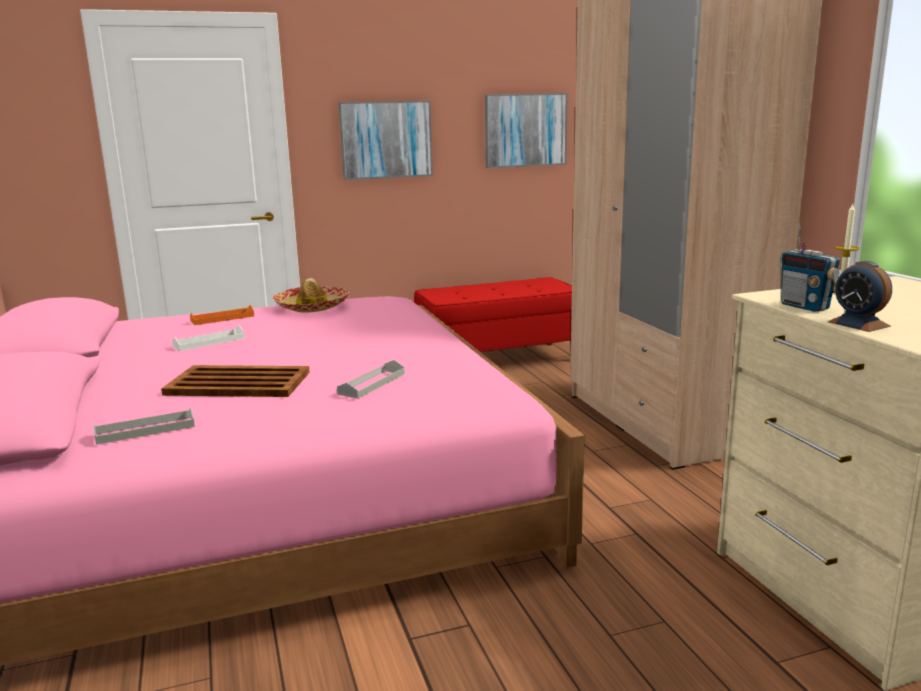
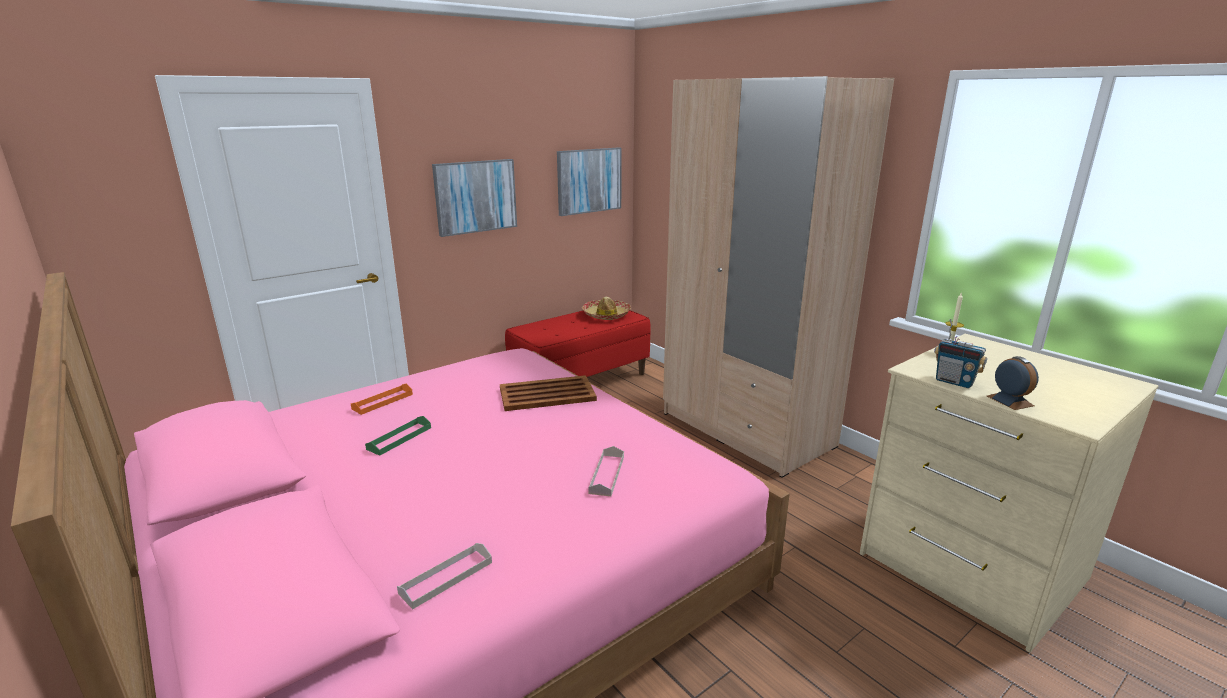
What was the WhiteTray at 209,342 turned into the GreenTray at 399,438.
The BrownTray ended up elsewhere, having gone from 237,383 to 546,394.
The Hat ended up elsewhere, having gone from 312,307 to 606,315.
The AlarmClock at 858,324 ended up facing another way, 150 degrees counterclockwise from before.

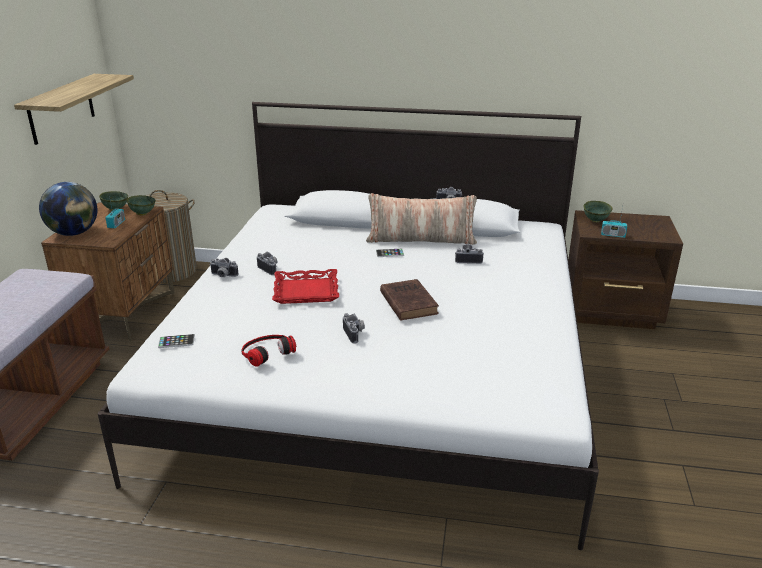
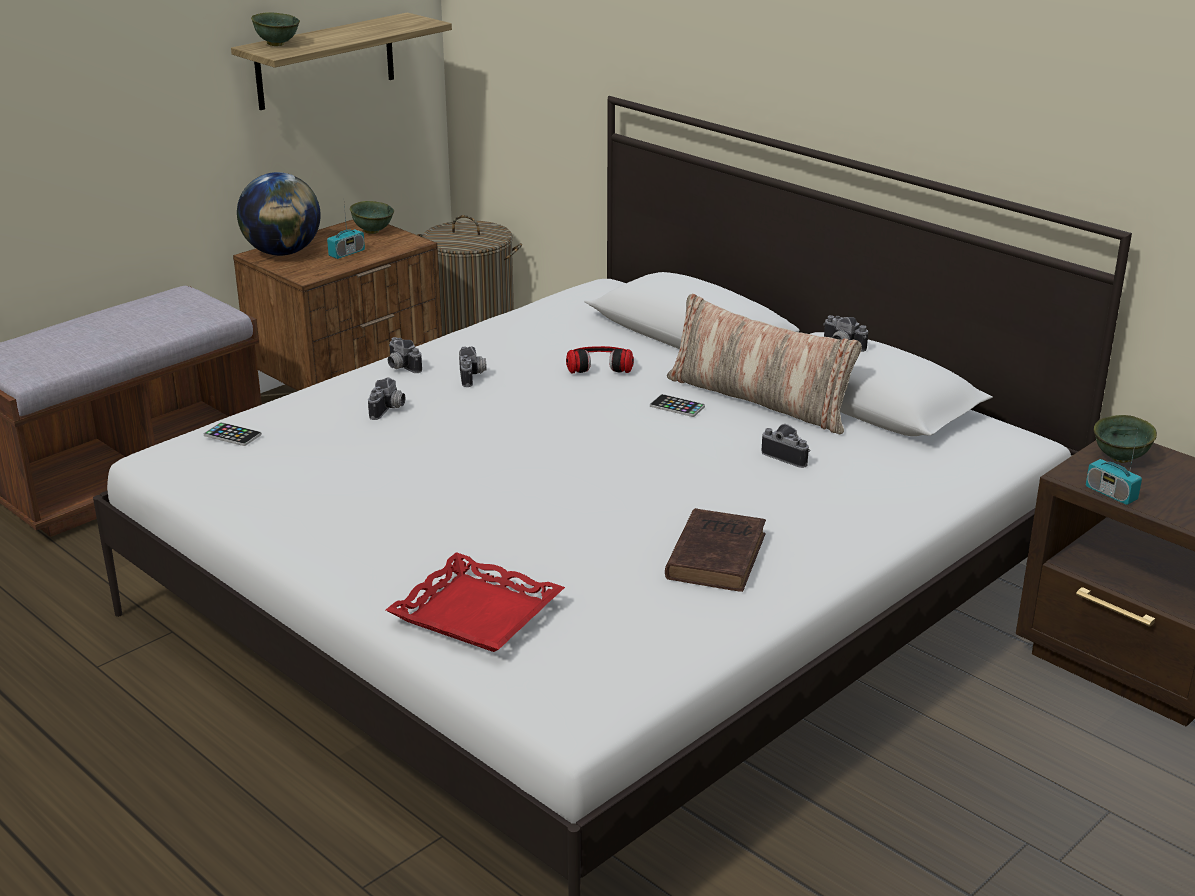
The GreenBowl ended up elsewhere, having gone from 142,213 to 277,44.
The PhotoCamera ended up elsewhere, having gone from 355,334 to 389,410.
The RedTray ended up elsewhere, having gone from 306,291 to 477,612.
The Headphones ended up elsewhere, having gone from 266,352 to 599,364.
The BrownBook ended up elsewhere, having gone from 408,302 to 717,555.

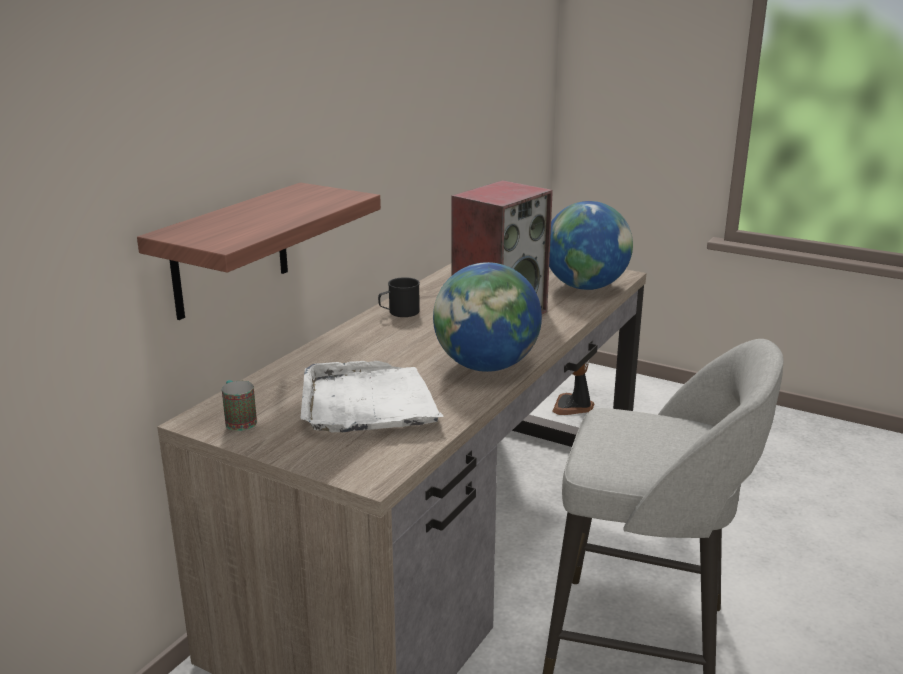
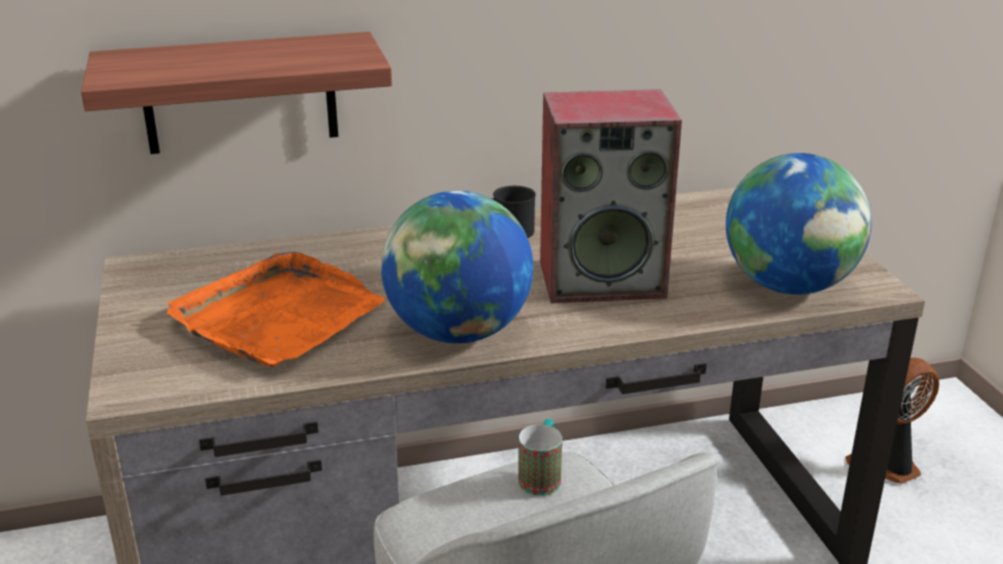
What was the WhiteTray at 368,403 turned into the OrangeTray at 277,316.
The Mug ended up elsewhere, having gone from 239,420 to 541,476.

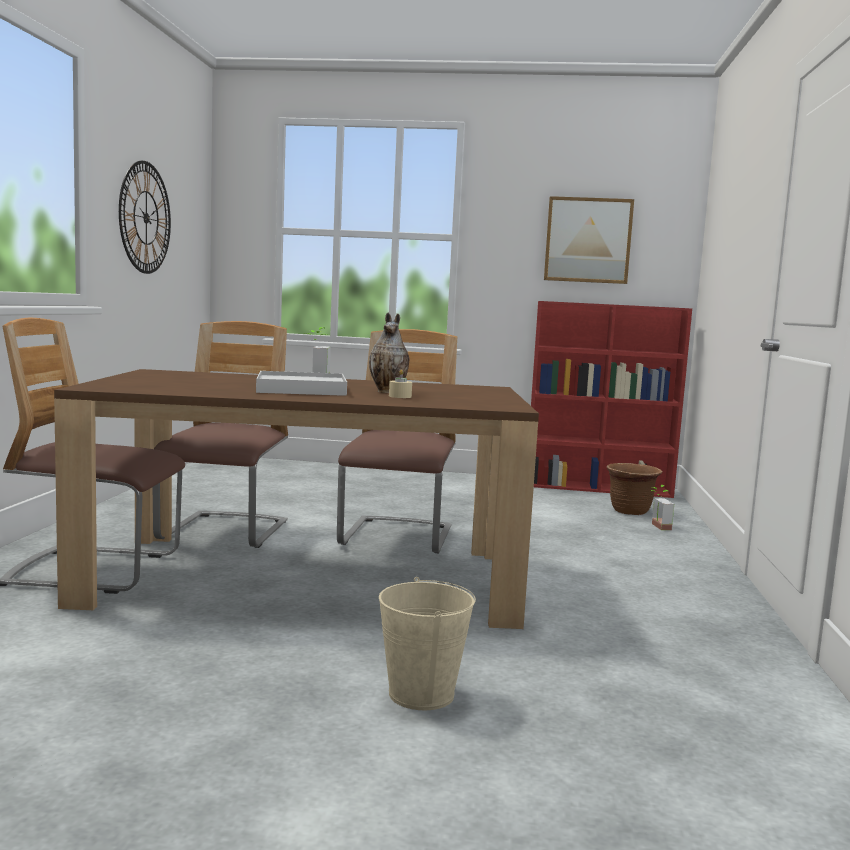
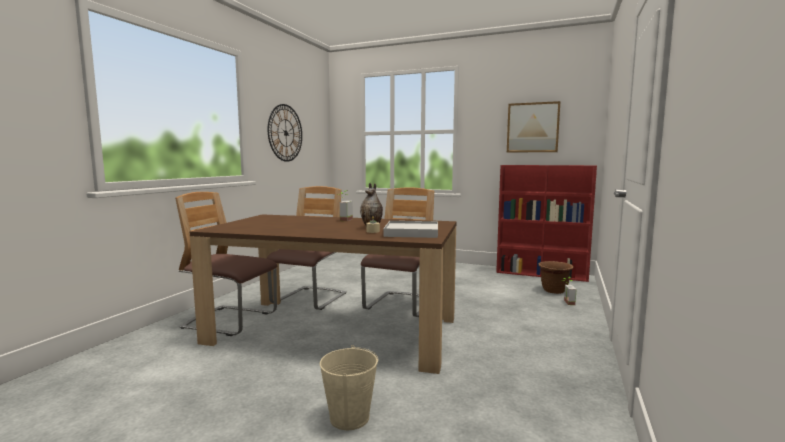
The WhiteTray ended up elsewhere, having gone from 301,389 to 412,232.

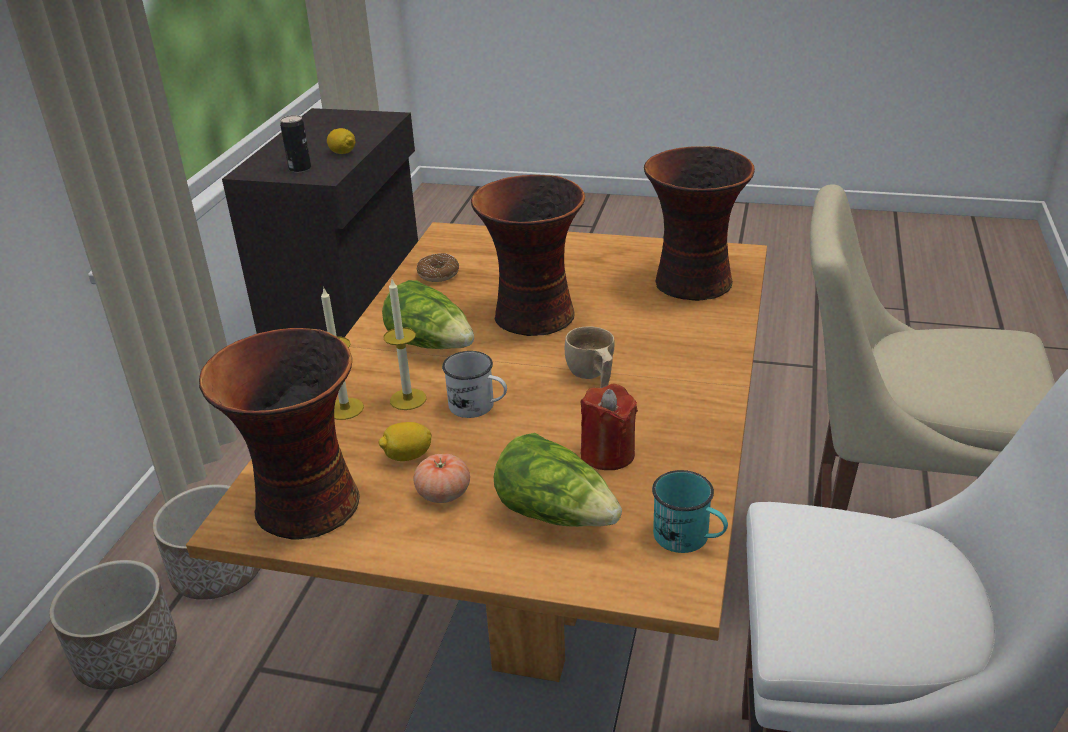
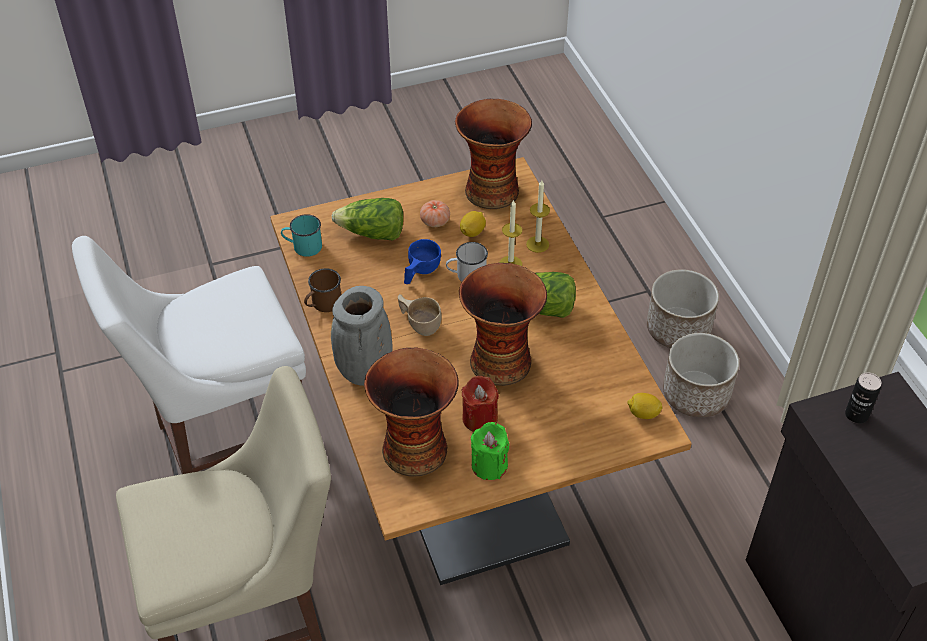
The second view gained the BrownMug at 323,304.
The second view gained the GreyVase at 365,373.
The second view gained the BlueCup at 420,272.
The RedCandle ended up elsewhere, having gone from 607,454 to 479,418.
The second view gained the GreenCandle at 489,465.
The Lemon ended up elsewhere, having gone from 343,153 to 643,413.
The second view lost the Donut at 438,274.

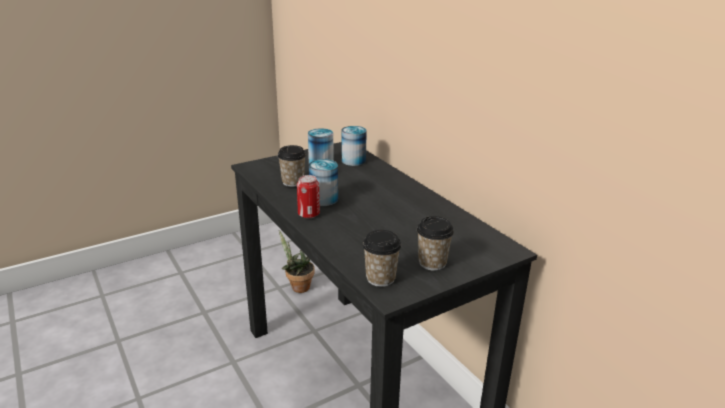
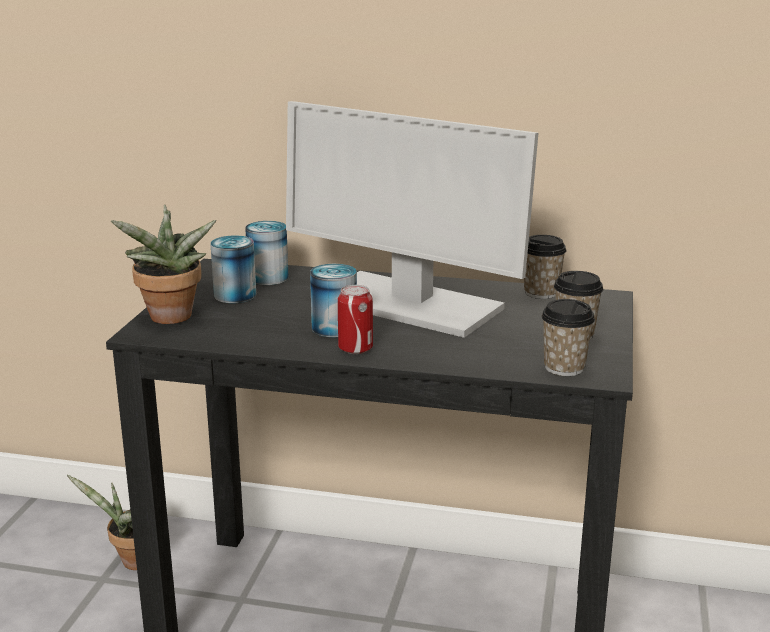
The second view gained the PottedPlant at 170,319.
The second view gained the Monitor at 406,305.
The Cup ended up elsewhere, having gone from 293,182 to 541,293.

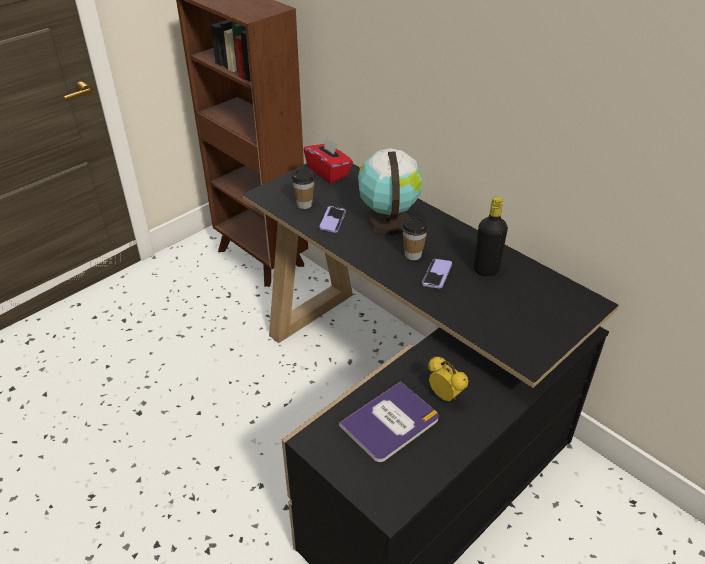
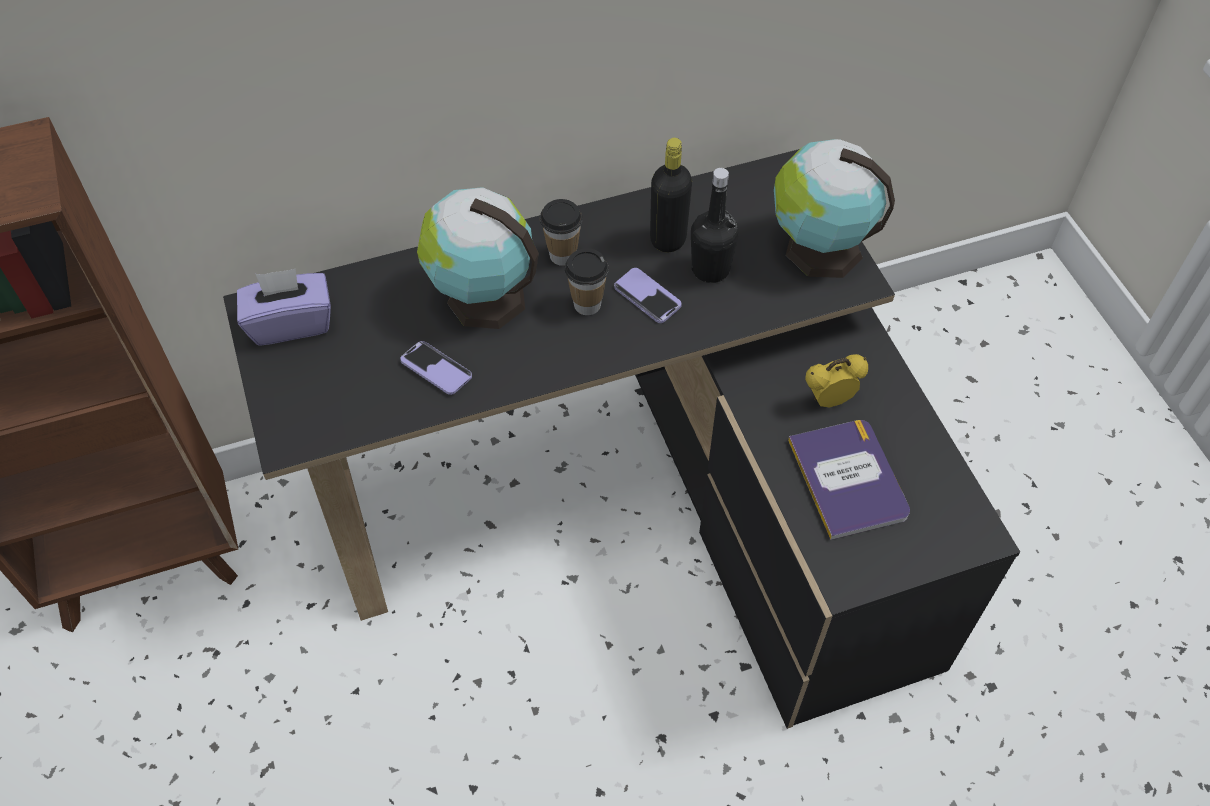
What was the RedTissueBox at 328,172 turned into the PurpleTissueBox at 291,323.
The Cup ended up elsewhere, having gone from 304,204 to 562,255.
The second view gained the BlackBottle at 710,269.
The second view gained the Globe at 818,249.

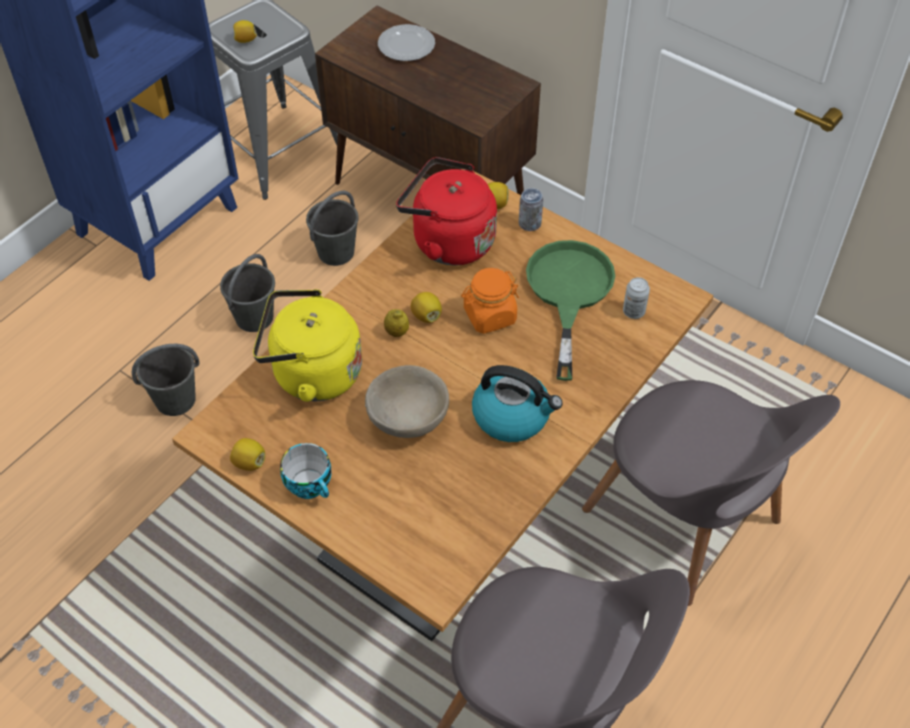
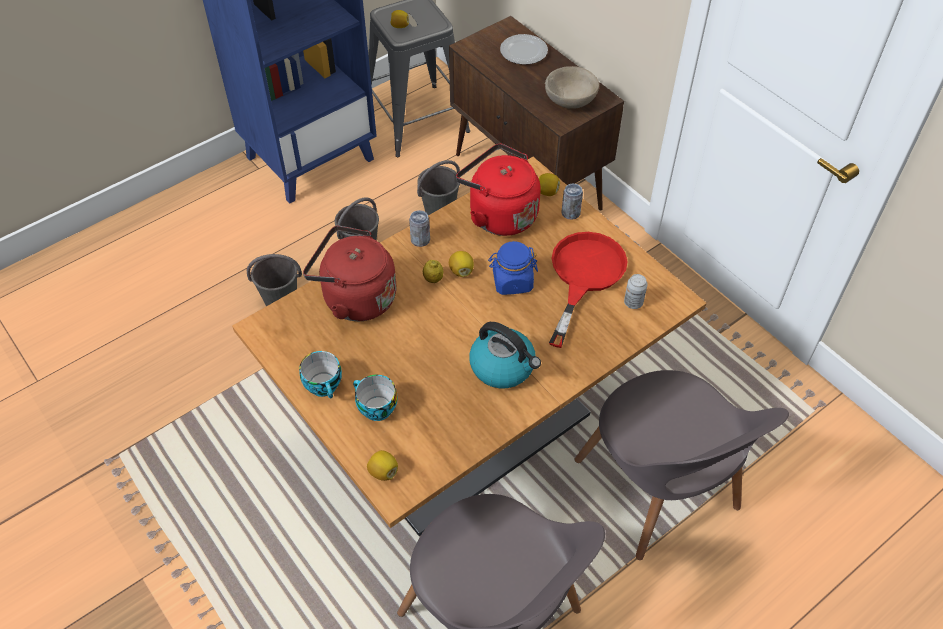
What was the YellowKettle at 311,373 turned into the RedKettle at 355,298.
The second view gained the Cup at 375,408.
The Lemon ended up elsewhere, having gone from 249,462 to 383,471.
The second view gained the Can at 420,240.
What was the OrangeJar at 489,316 turned into the BlueJar at 512,281.
The BeigeBowl ended up elsewhere, having gone from 408,417 to 570,100.
What was the GreenFryingPan at 568,293 turned into the RedFryingPan at 583,276.

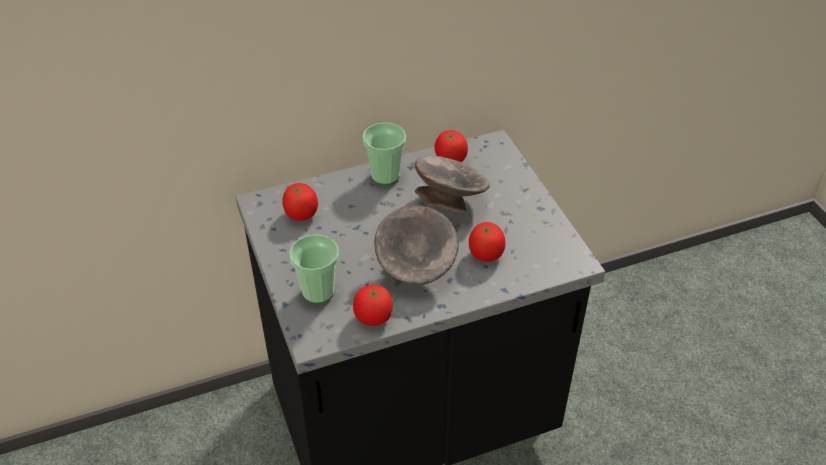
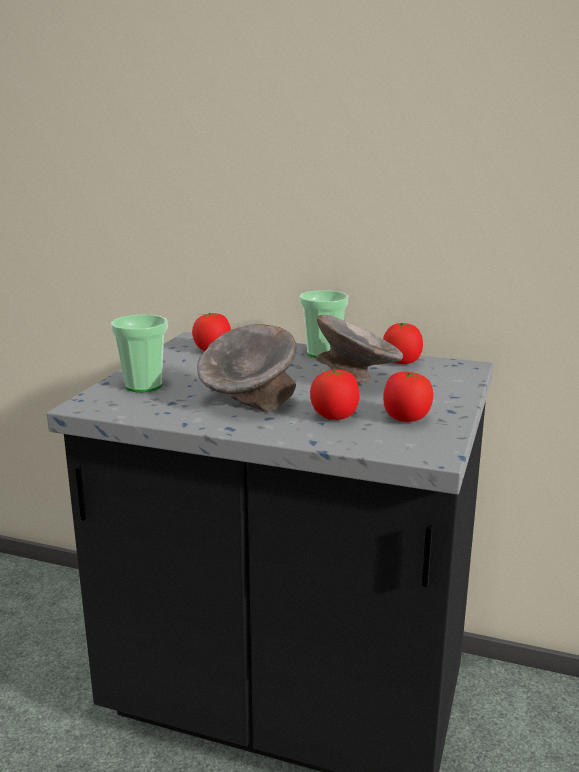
The Tomato ended up elsewhere, having gone from 373,318 to 406,419.

